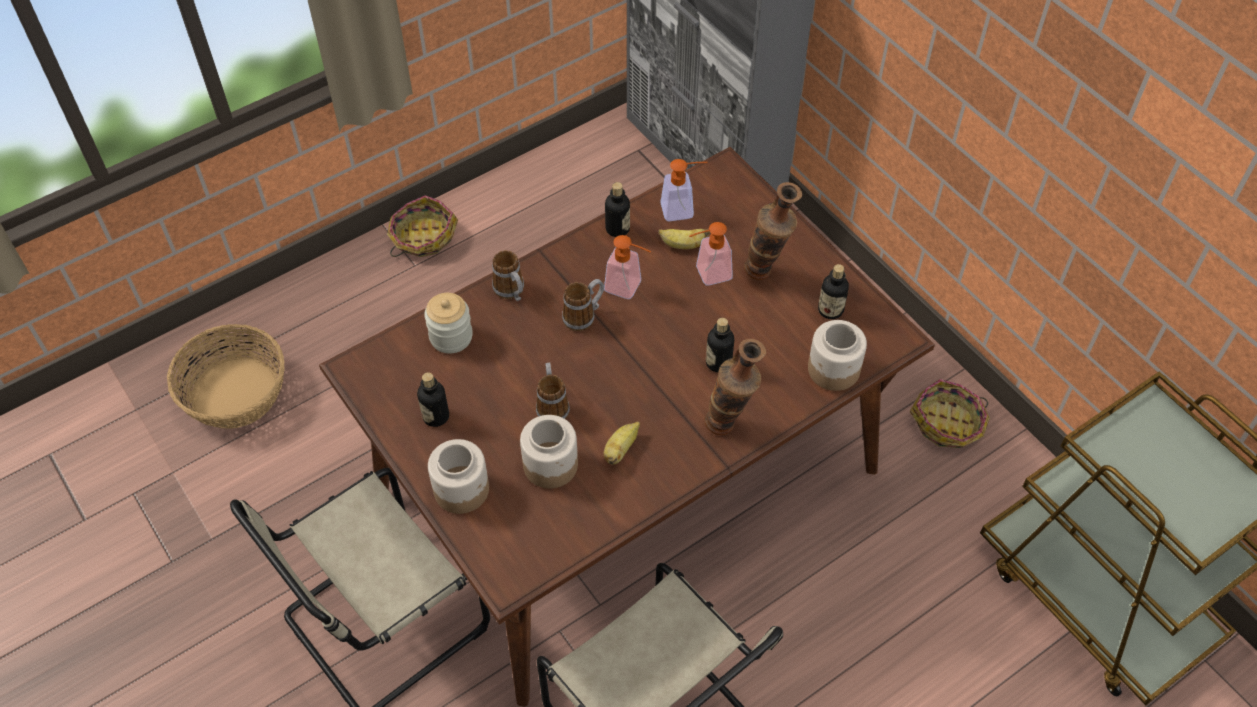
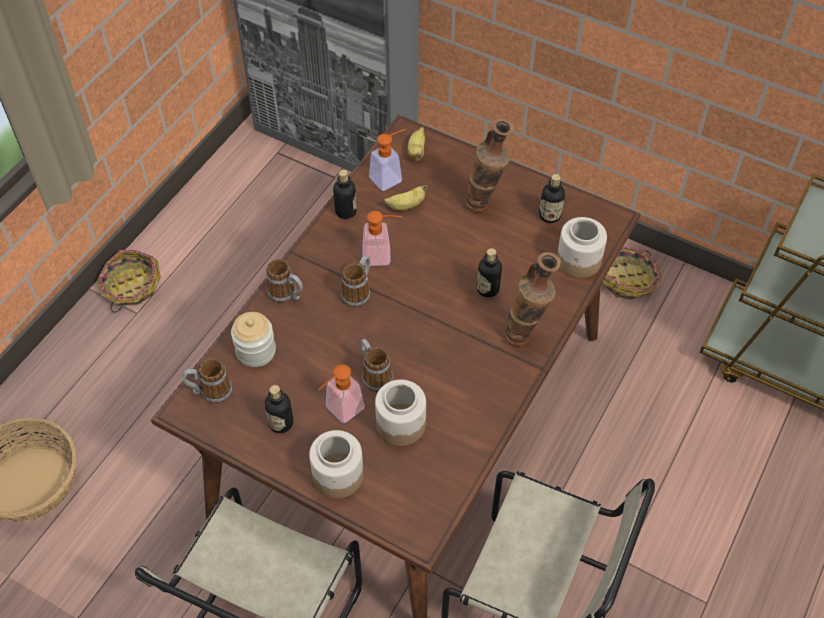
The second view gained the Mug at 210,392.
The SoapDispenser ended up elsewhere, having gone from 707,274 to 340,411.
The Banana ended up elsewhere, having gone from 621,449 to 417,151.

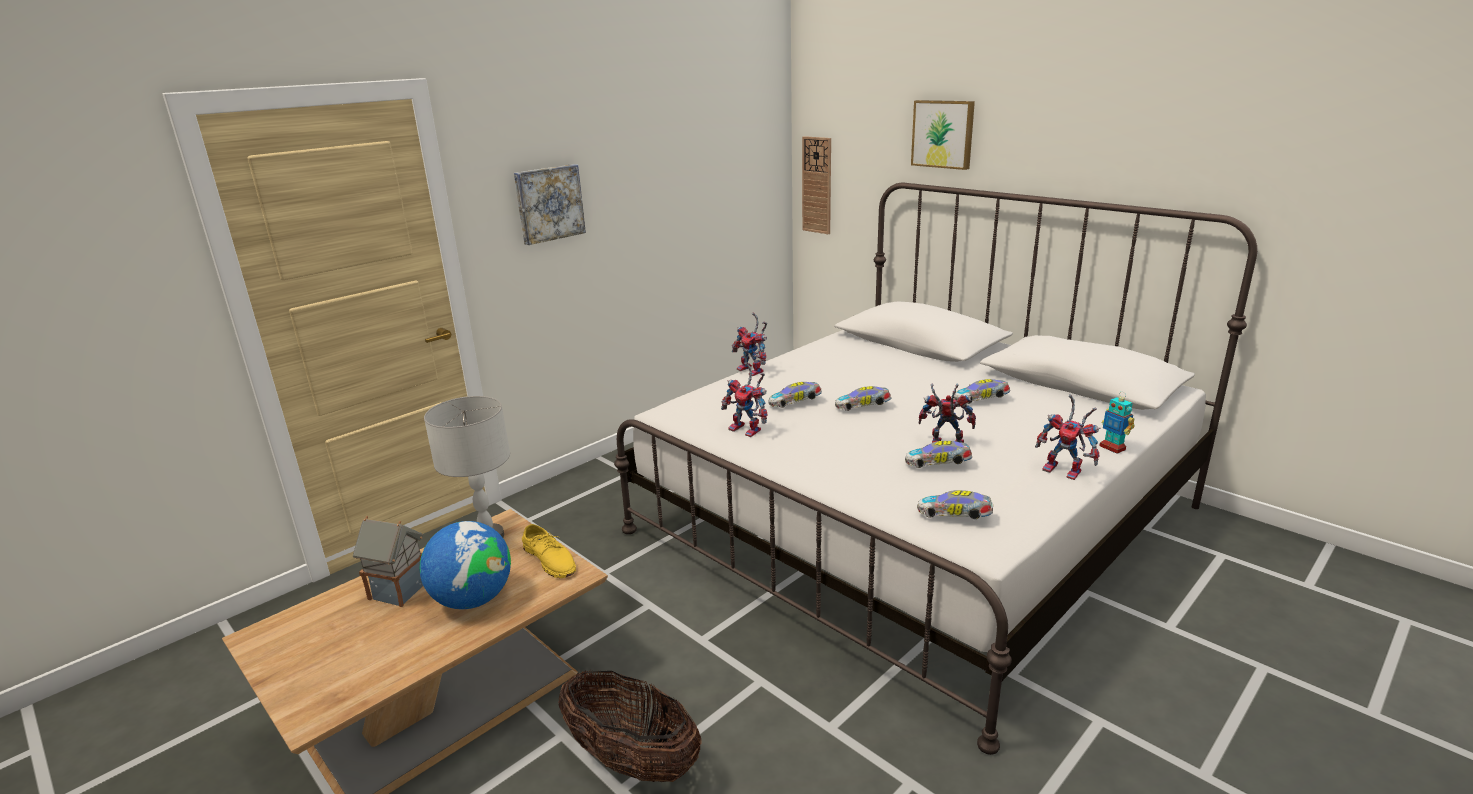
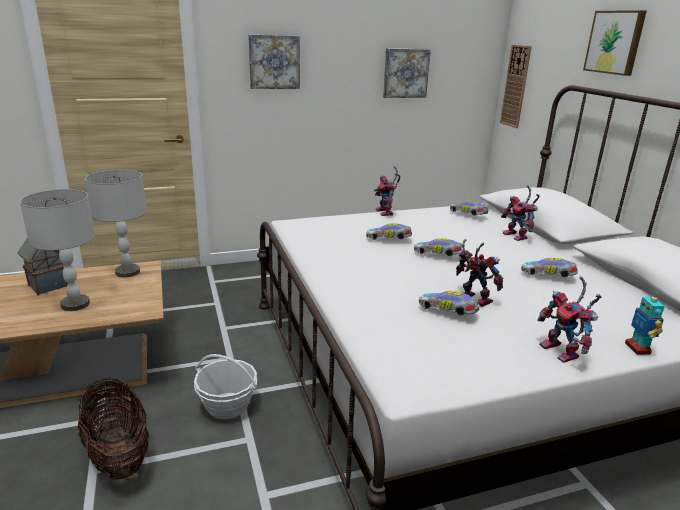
Where the Globe stood at 473,600, the GreyTableLamp came to stand at 75,304.
The second view gained the Basket at 227,405.
The second view gained the Picture at 405,73.
The ToyCar ended up elsewhere, having gone from 955,516 to 468,215.
The ToyRobot ended up elsewhere, having gone from 748,430 to 518,236.
The second view lost the YellowShoe at 550,559.

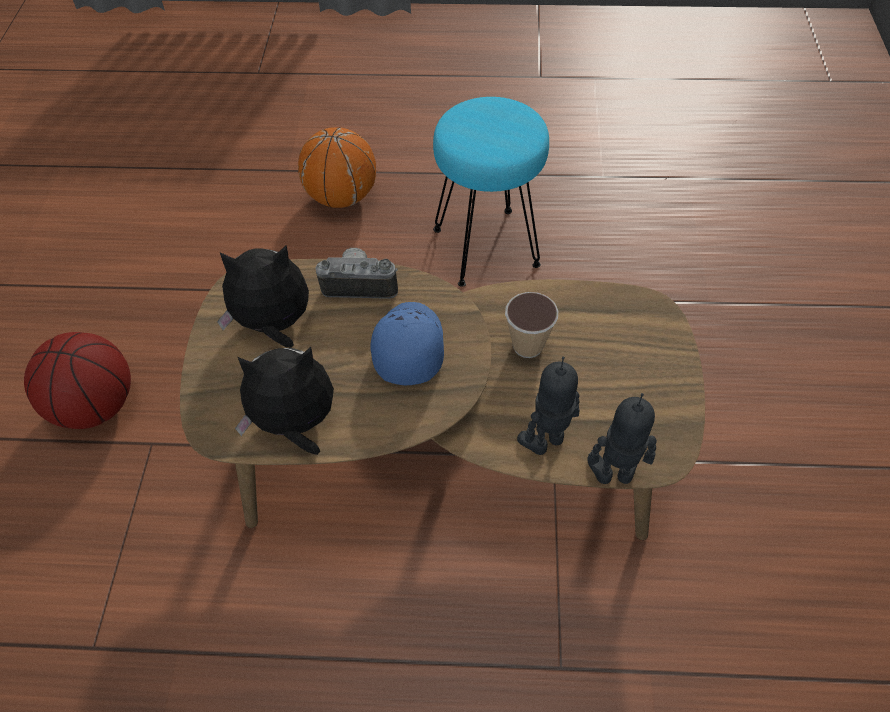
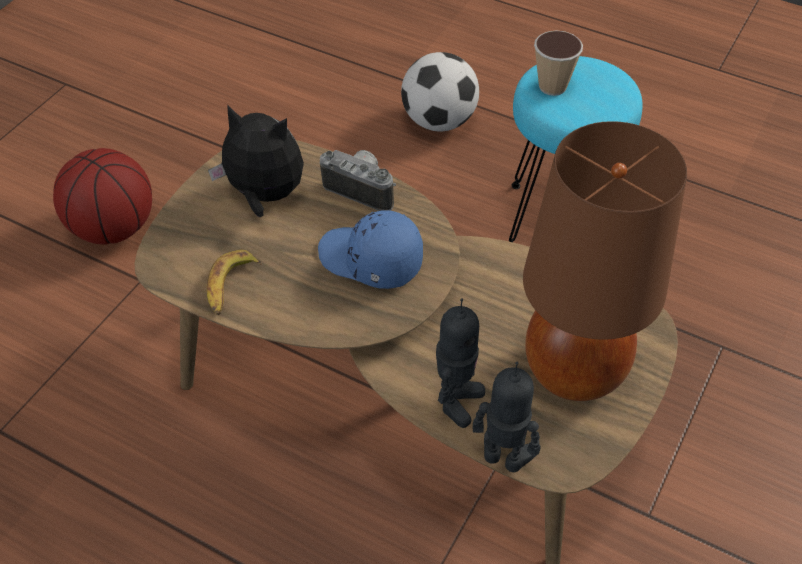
Where the PlushToy stood at 295,424, the Banana came to stand at 230,287.
The BlueCap at 407,347 ended up facing another way, 90 degrees counterclockwise from before.
Where the Basketball stood at 342,197, the Football came to stand at 439,121.
The ToyRobot at 546,442 ended up facing another way, 120 degrees clockwise from before.
The second view gained the BrownTableLamp at 575,372.
The Cup ended up elsewhere, having gone from 527,346 to 552,86.

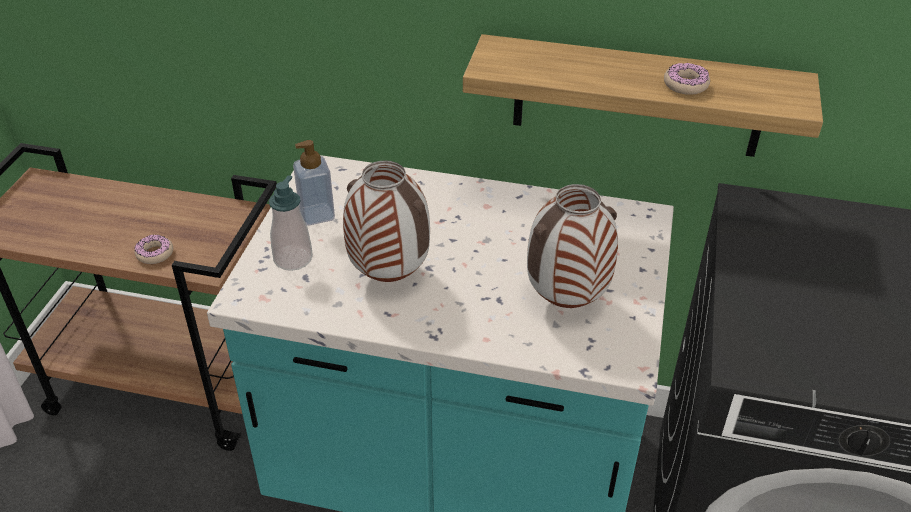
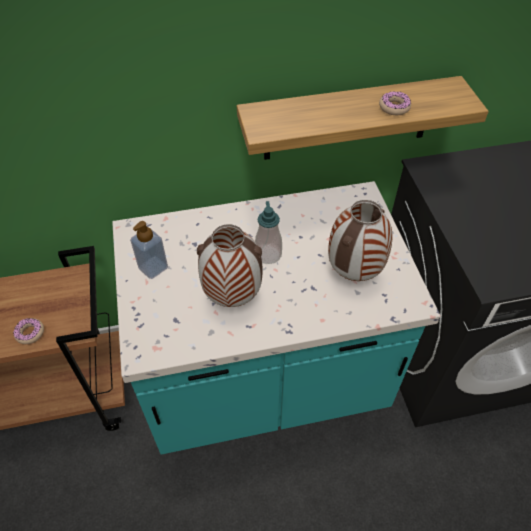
The SoapDispenser ended up elsewhere, having gone from 293,259 to 268,254.

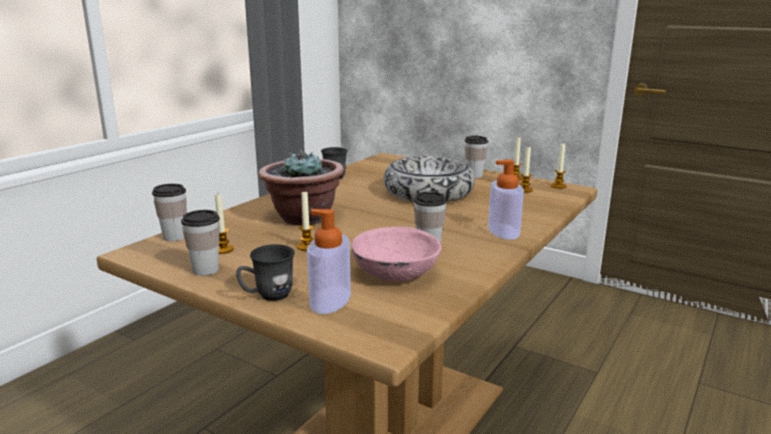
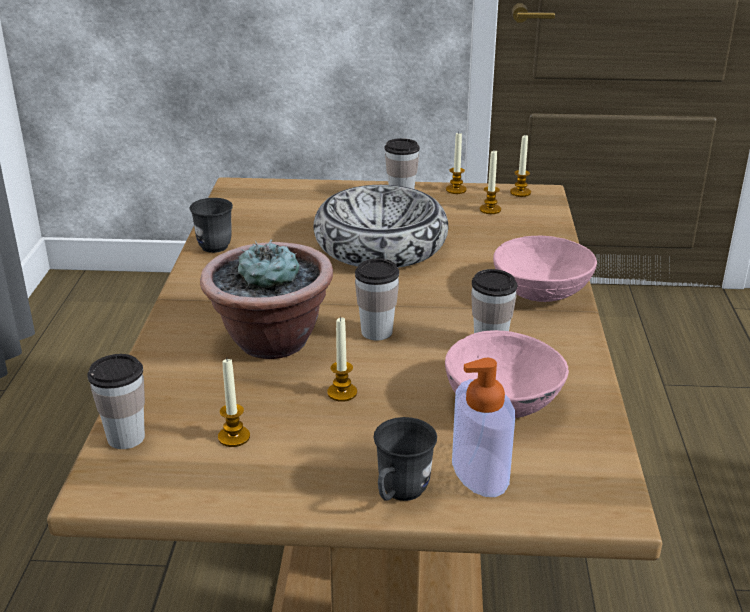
The Cup ended up elsewhere, having gone from 206,270 to 377,332.
Where the SoapDispenser stood at 503,231, the PinkBowl came to stand at 543,290.

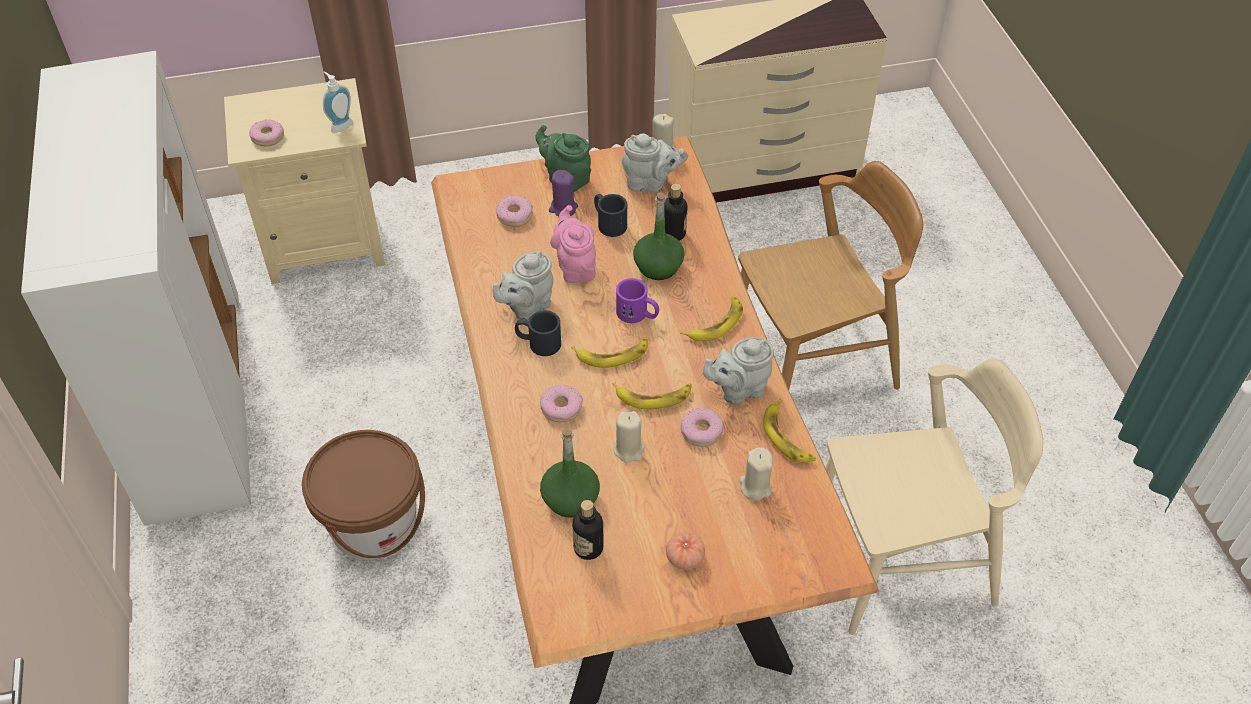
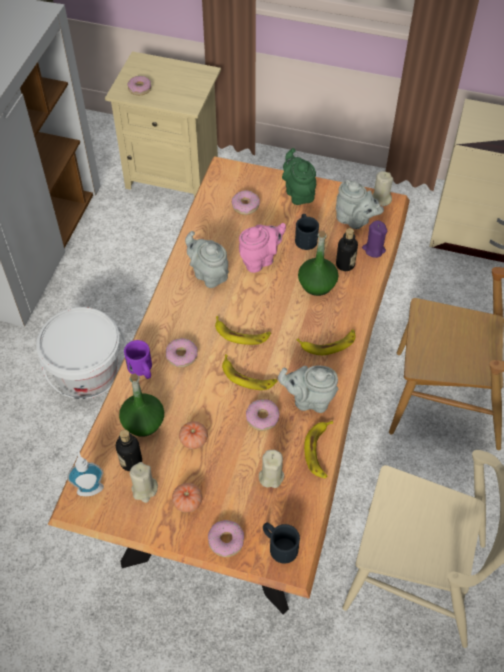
What was the BrownBucket at 374,524 turned into the WhiteBucket at 87,373.
The SoapDispenser ended up elsewhere, having gone from 340,125 to 90,487.
The PurpleMug ended up elsewhere, having gone from 637,314 to 142,369.
The BeigeCandle ended up elsewhere, having gone from 629,449 to 144,489.
The second view gained the Tomato at 194,440.
The GreyTeapot at 527,307 ended up facing another way, 60 degrees clockwise from before.
The second view gained the Donut at 226,541.
The PinkTeapot at 575,267 ended up facing another way, 45 degrees clockwise from before.
The BlackMug ended up elsewhere, having gone from 538,343 to 279,545.
The PurpleCandle ended up elsewhere, having gone from 563,208 to 373,249.

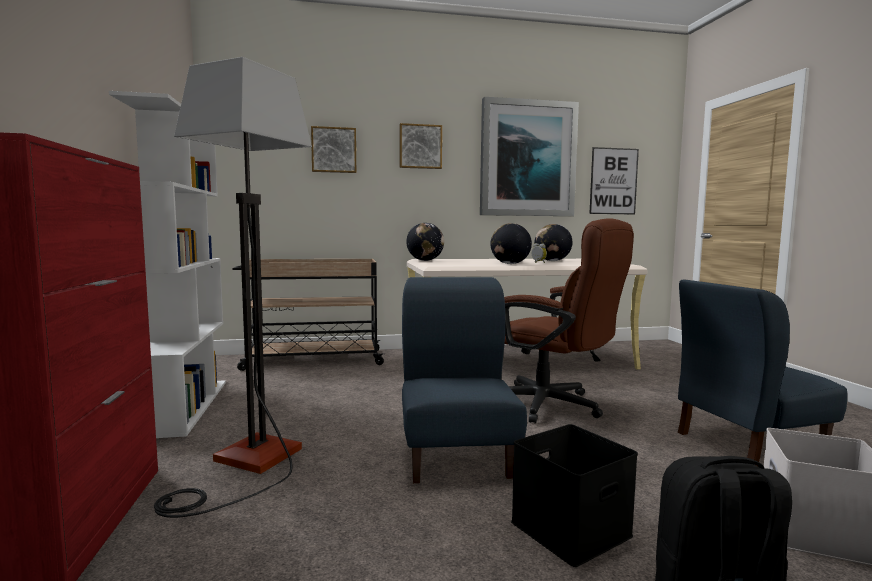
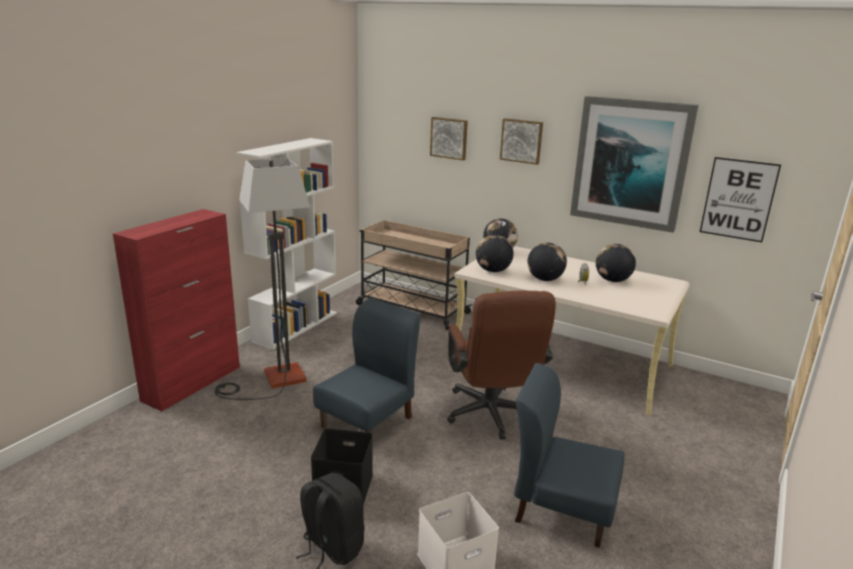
The second view gained the Globe at 493,271.

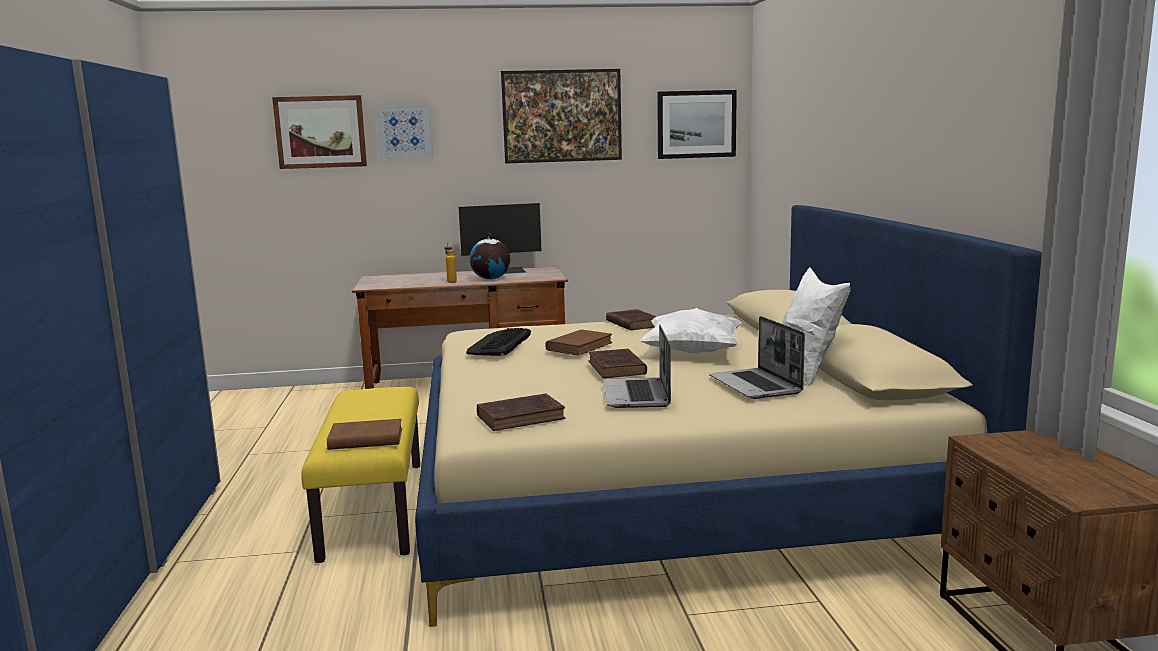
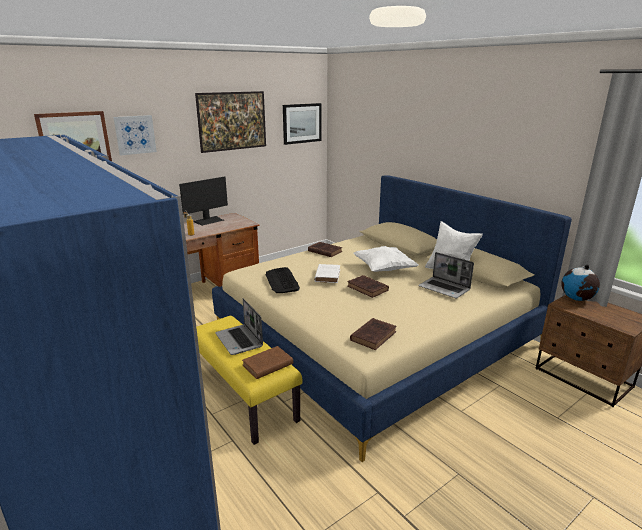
The Laptop ended up elsewhere, having gone from 637,395 to 240,340.
What was the BrownBook at 580,346 turned into the WhiteBook at 327,275.
The Globe ended up elsewhere, having gone from 490,279 to 577,299.

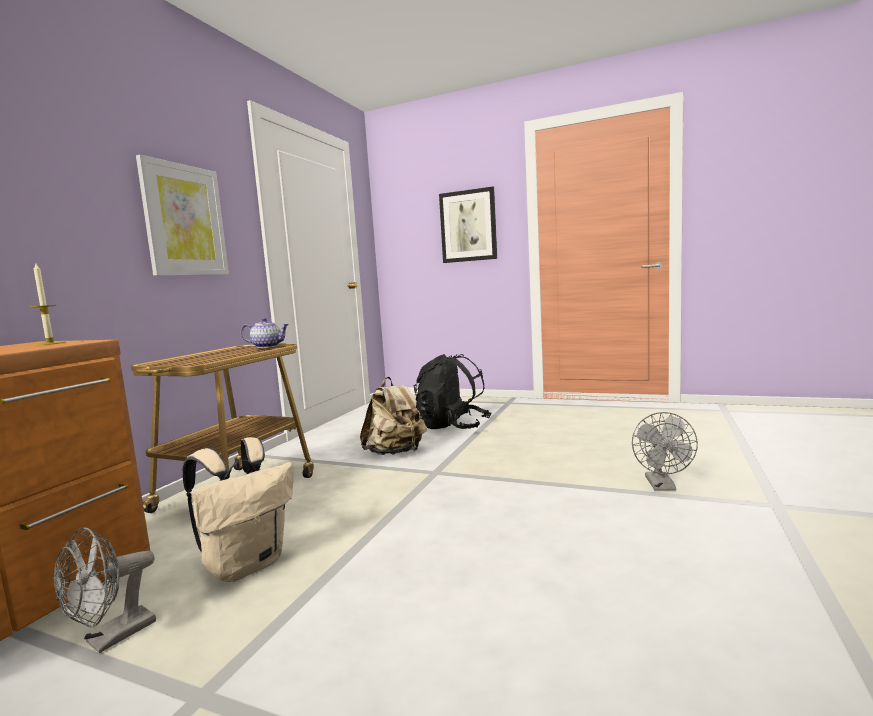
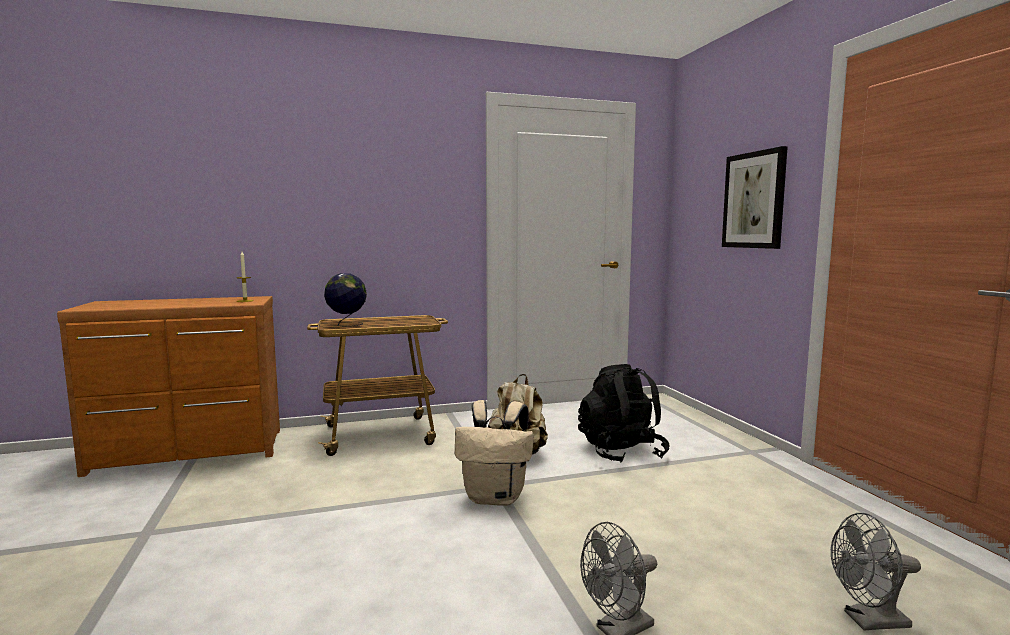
The second view gained the Globe at 346,325.
The BeigeBackpack ended up elsewhere, having gone from 247,564 to 496,497.
The GreyFan ended up elsewhere, having gone from 112,638 to 869,621.
The second view lost the Picture at 184,220.
The second view lost the Teapot at 267,346.

